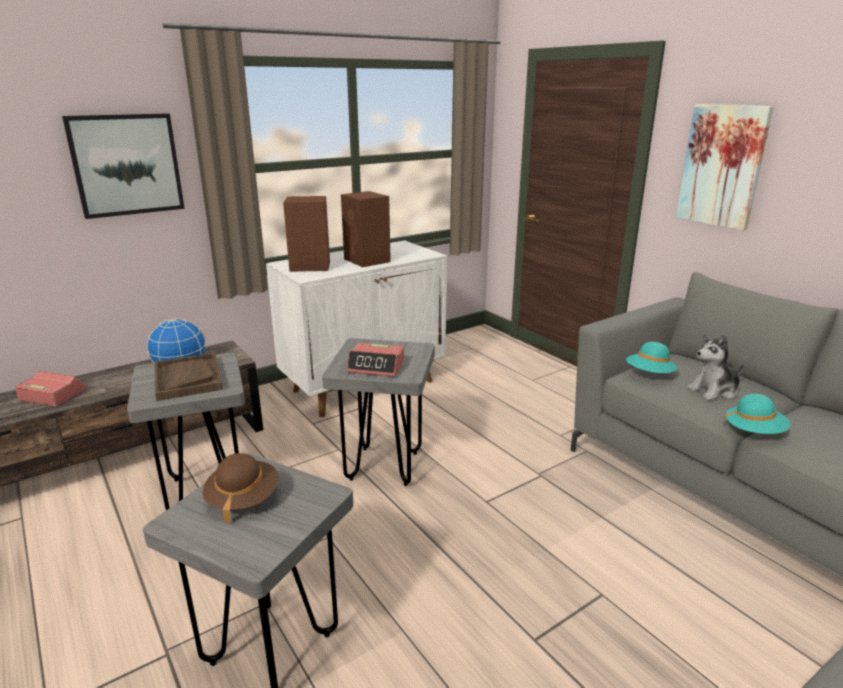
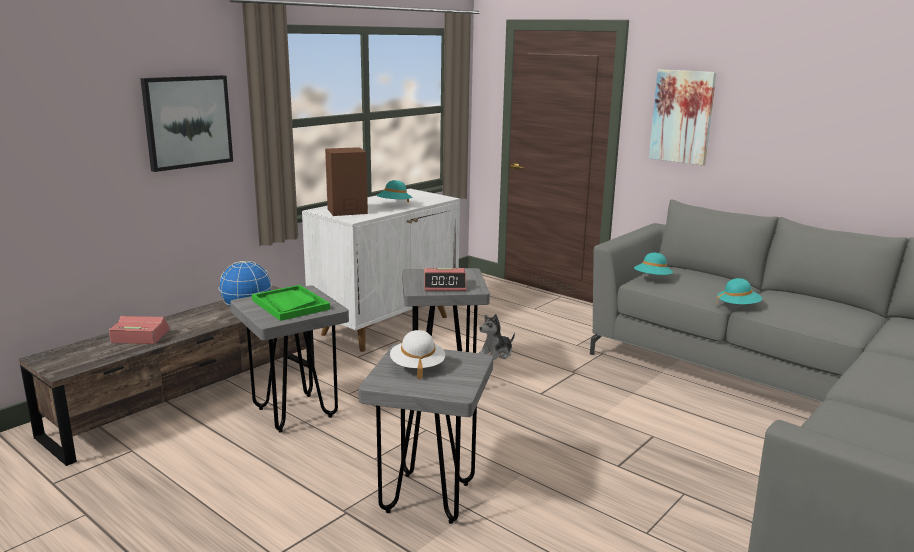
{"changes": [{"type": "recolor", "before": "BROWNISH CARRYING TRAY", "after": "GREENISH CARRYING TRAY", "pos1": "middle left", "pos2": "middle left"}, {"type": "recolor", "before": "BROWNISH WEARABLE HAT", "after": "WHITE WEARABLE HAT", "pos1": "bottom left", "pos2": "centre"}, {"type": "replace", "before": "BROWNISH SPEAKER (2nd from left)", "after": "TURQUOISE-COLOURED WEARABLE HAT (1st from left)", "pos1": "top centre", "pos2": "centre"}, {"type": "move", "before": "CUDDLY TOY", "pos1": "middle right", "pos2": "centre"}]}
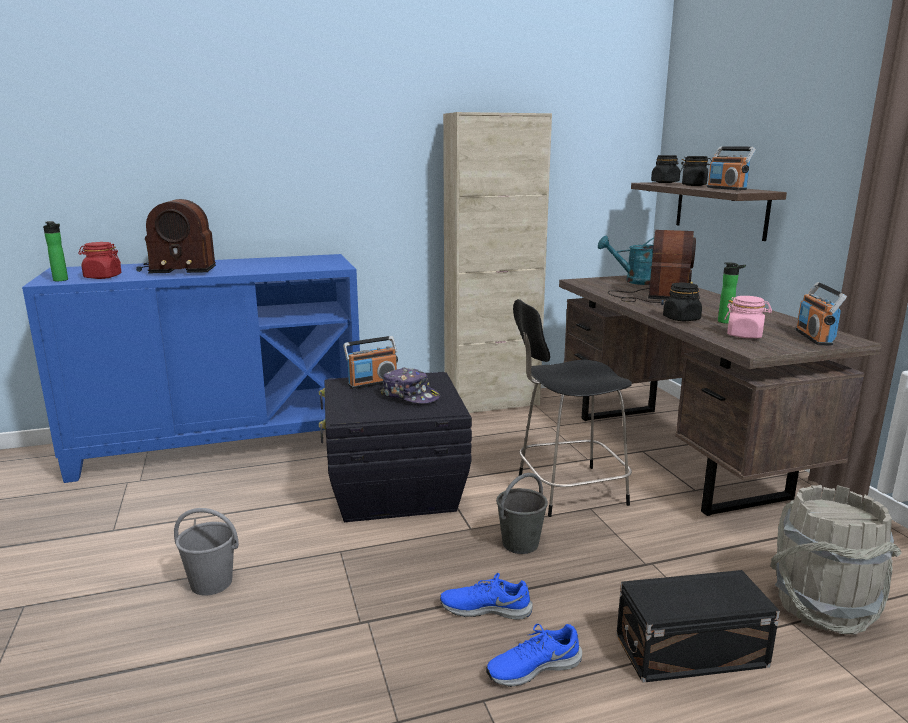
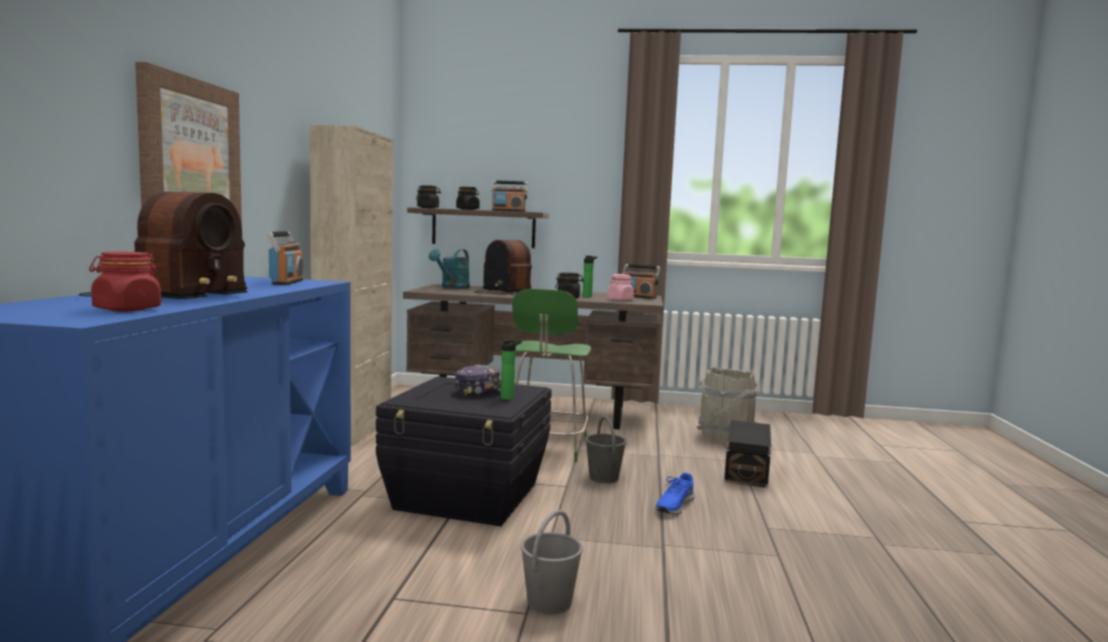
{"changes": [{"type": "move", "before": "DRINK BOTTLE (1st from left)", "pos1": "middle left", "pos2": "centre"}, {"type": "move", "before": "RADIO (2nd from left)", "pos1": "centre", "pos2": "middle left"}, {"type": "delete", "before": "BLUE LOW SHOE (2nd from left)", "pos1": "bottom centre"}, {"type": "recolor", "before": "BLACK CHAIR", "after": "GREENISH CHAIR", "pos1": "centre", "pos2": "centre"}, {"type": "insert", "after": "WALL ART", "pos2": "top left"}]}
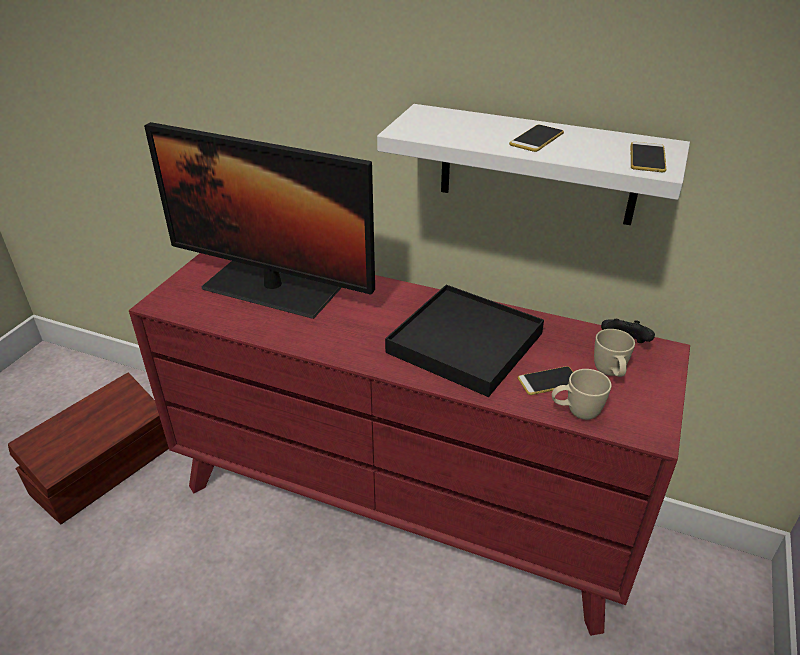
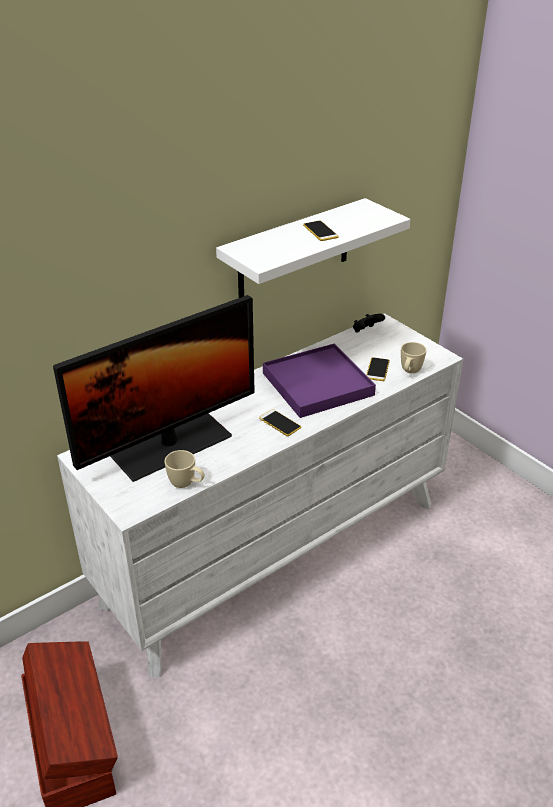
{"changes": [{"type": "recolor", "before": "RED DRESSER", "after": "WHITE DRESSER", "pos1": "bottom centre", "pos2": "centre"}, {"type": "recolor", "before": "BLACK CARRYING TRAY", "after": "PURPLE CARRYING TRAY", "pos1": "centre", "pos2": "centre"}, {"type": "move", "before": "BEIGE-COLOURED COFFEE MUG (2nd from left in the first image)", "after": "BEIGE-COLOURED COFFEE MUG (1st from left)", "pos1": "middle right", "pos2": "middle left"}, {"type": "move", "before": "TELEPHONE (3rd from left in the first image)", "after": "TELEPHONE (1st from left)", "pos1": "top right", "pos2": "centre"}]}
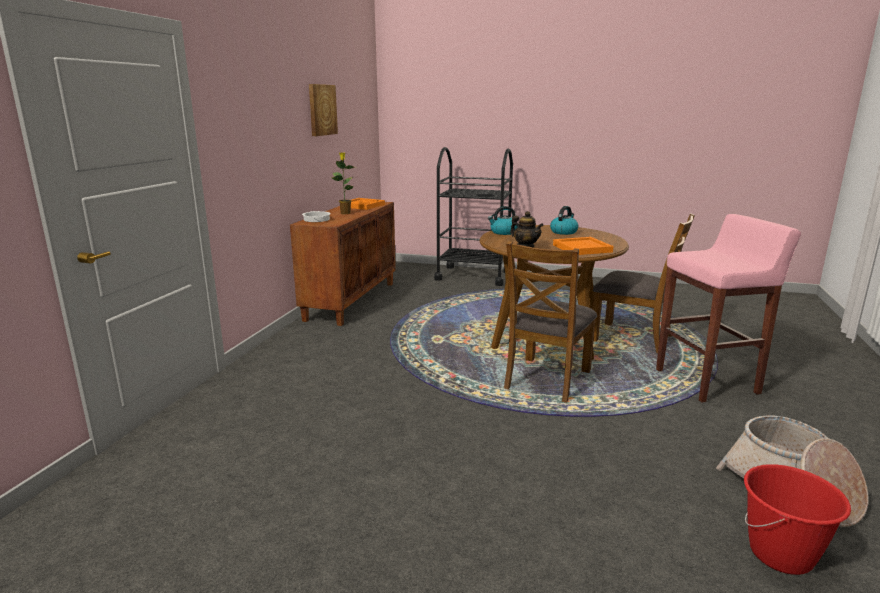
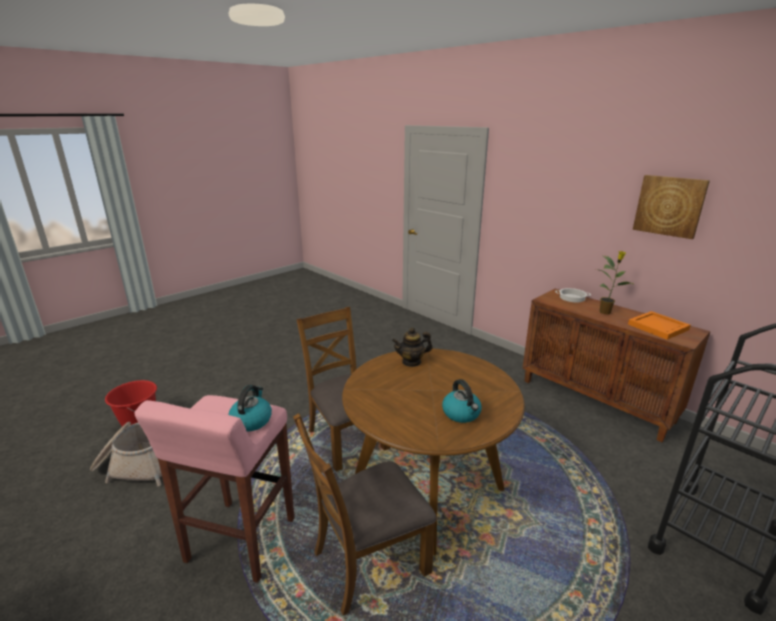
{"changes": [{"type": "move", "before": "TEA KETTLE (1st from left)", "pos1": "centre", "pos2": "middle left"}, {"type": "delete", "before": "ORANGE CARRYING TRAY (2nd from left)", "pos1": "centre"}]}
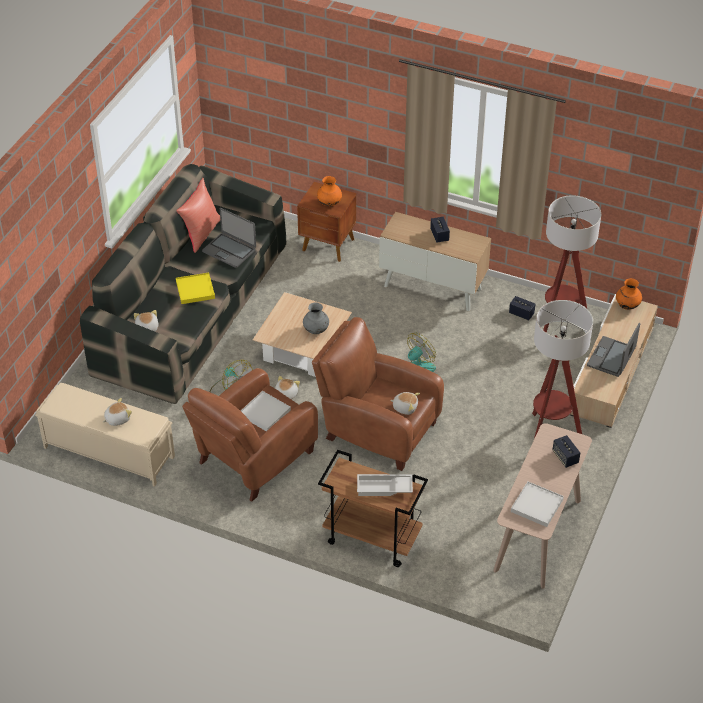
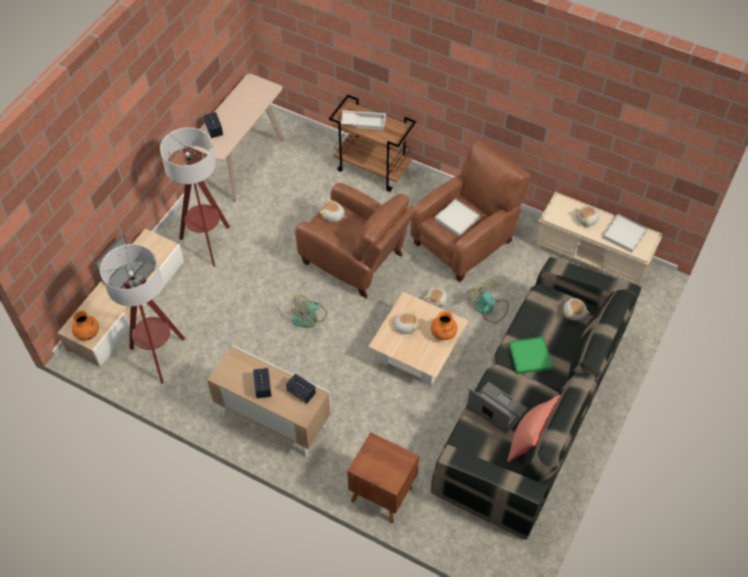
{"changes": [{"type": "recolor", "before": "YELLOW-COLOURED CARRYING TRAY", "after": "GREENISH CARRYING TRAY", "pos1": "middle left", "pos2": "middle right"}, {"type": "replace", "before": "GRAY DECORATIVE VASE", "after": "CUDDLY TOY (2nd from left)", "pos1": "centre", "pos2": "centre"}, {"type": "move", "before": "ORANGE DECORATIVE VASE (1st from left in the first image)", "after": "ORANGE DECORATIVE VASE (2nd from left)", "pos1": "top centre", "pos2": "centre"}, {"type": "move", "before": "SPEAKER (2nd from left in the first image)", "after": "SPEAKER (3rd from left)", "pos1": "middle right", "pos2": "bottom centre"}, {"type": "move", "before": "WHITE CARRYING TRAY (3rd from left)", "pos1": "bottom right", "pos2": "middle right"}]}
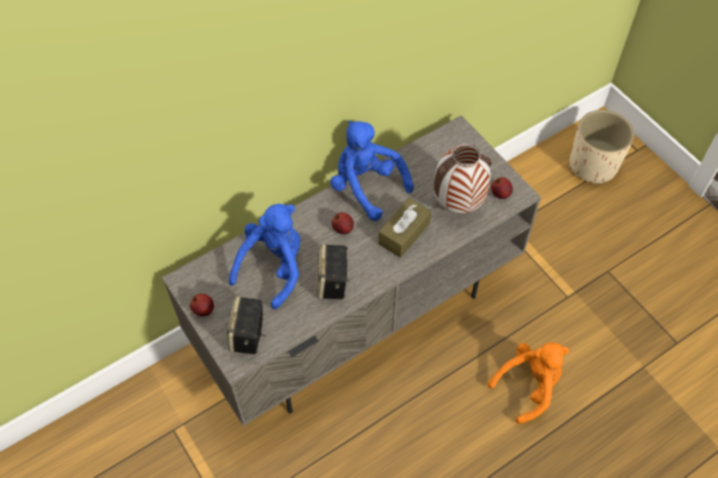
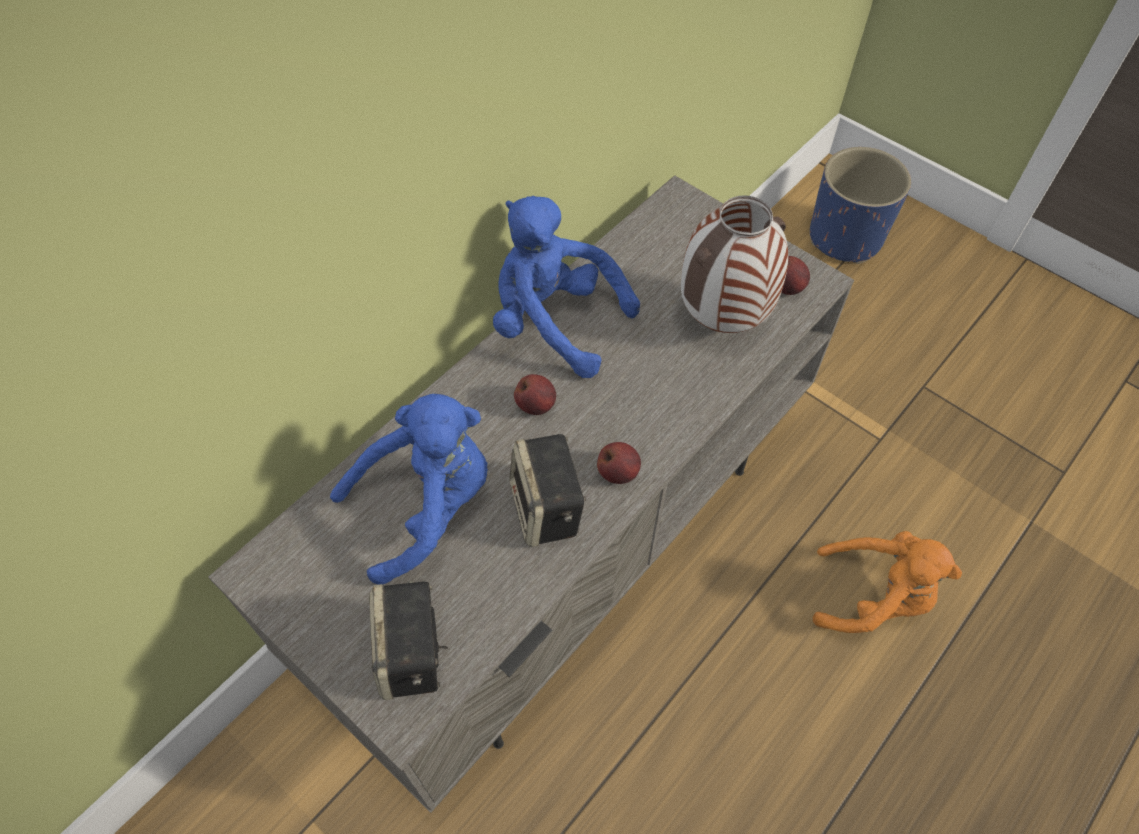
{"changes": [{"type": "move", "before": "APPLE (1st from left in the first image)", "after": "APPLE (2nd from left)", "pos1": "middle left", "pos2": "centre"}, {"type": "rotate", "before": "BLUE CUDDLY TOY (1st from left)", "pos1": "centre", "pos2": "centre", "turn": 45}, {"type": "delete", "before": "BROWNISH BOX OF TISSUES", "pos1": "centre"}, {"type": "rotate", "before": "ORANGE CUDDLY TOY", "pos1": "bottom right", "pos2": "bottom right", "turn": 60}, {"type": "recolor", "before": "BEIGE-COLOURED FLOWER POT", "after": "BLUE FLOWER POT", "pos1": "top right", "pos2": "top right"}]}
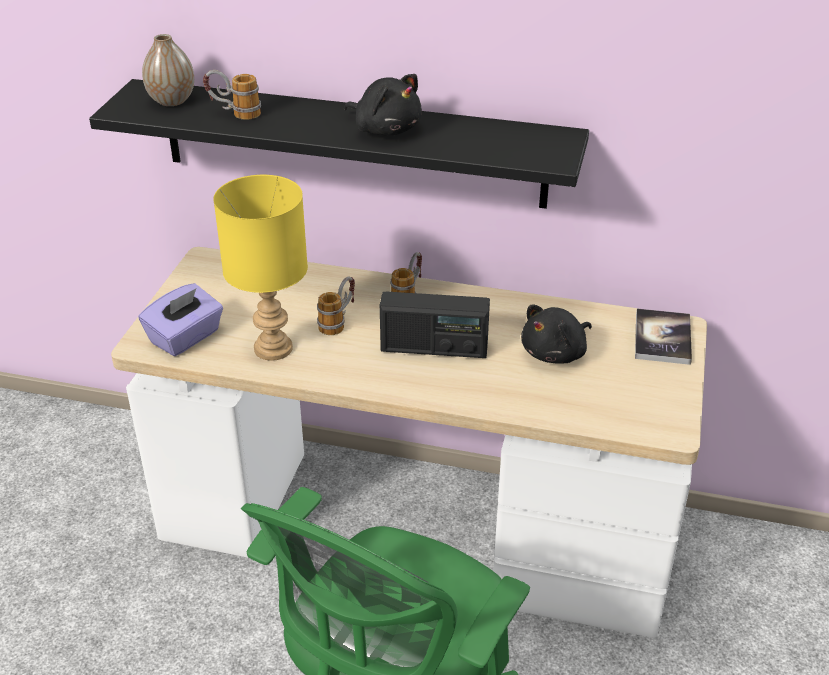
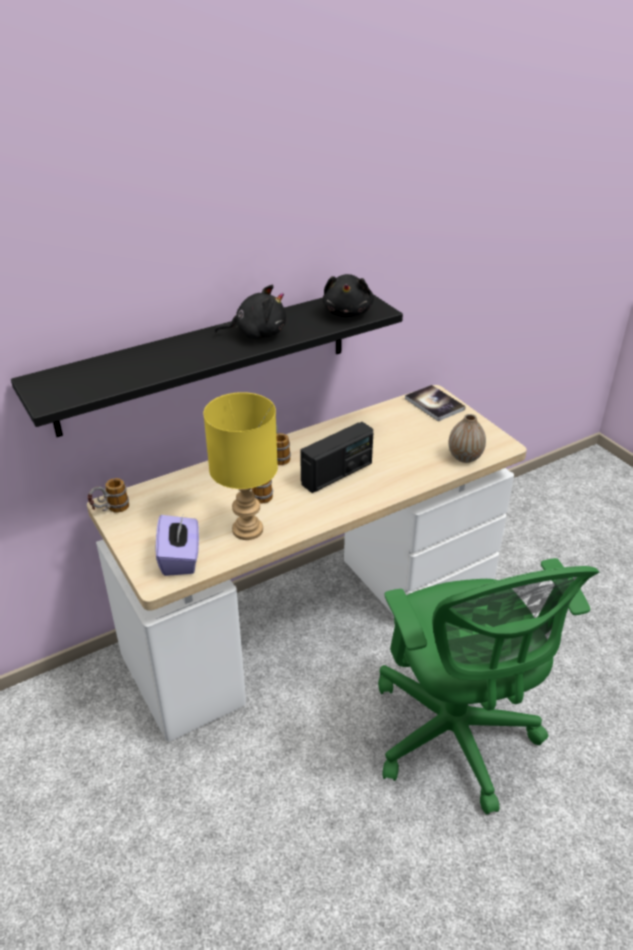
{"changes": [{"type": "move", "before": "DECORATIVE VASE", "pos1": "top left", "pos2": "middle right"}, {"type": "move", "before": "COFFEE MUG (1st from left)", "pos1": "top left", "pos2": "middle left"}, {"type": "move", "before": "BLACK CUDDLY TOY (2nd from left)", "pos1": "middle right", "pos2": "top centre"}]}
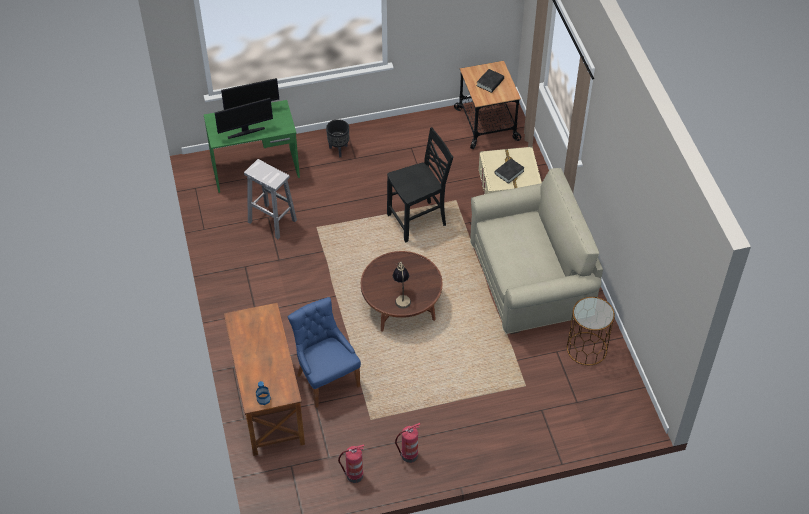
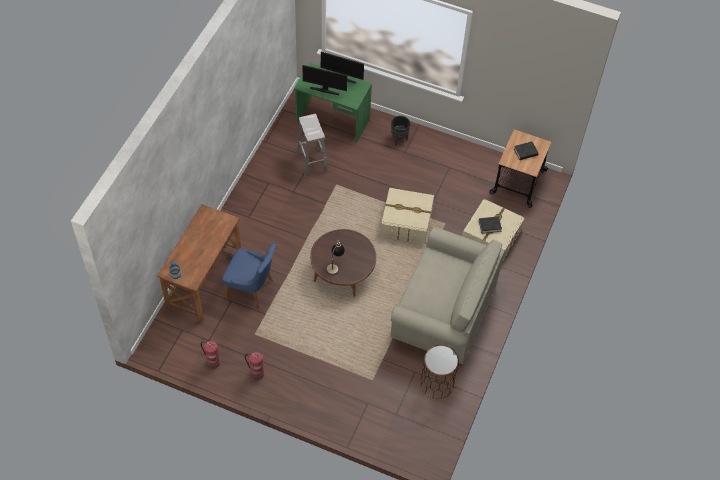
{"changes": [{"type": "rotate", "before": "BLUE CHAIR", "pos1": "bottom centre", "pos2": "centre", "turn": 105}, {"type": "replace", "before": "BLACK CHAIR", "after": "BEIGE-COLOURED STORAGE BIN (1st from left)", "pos1": "centre", "pos2": "centre"}]}
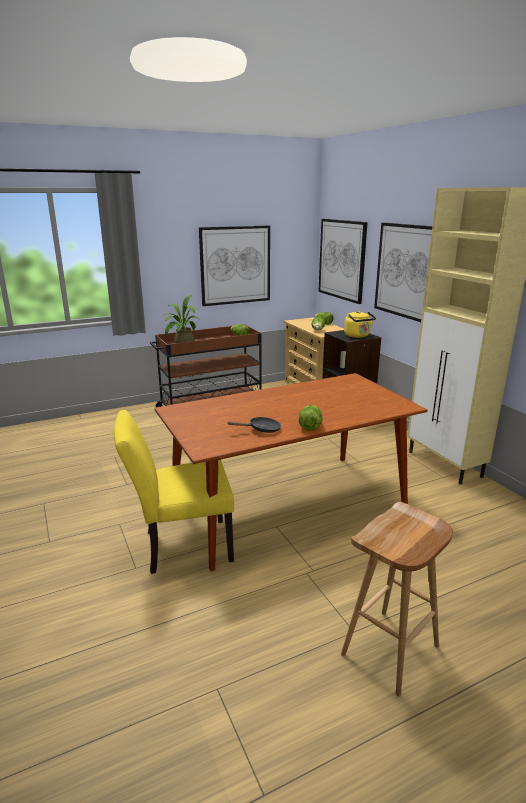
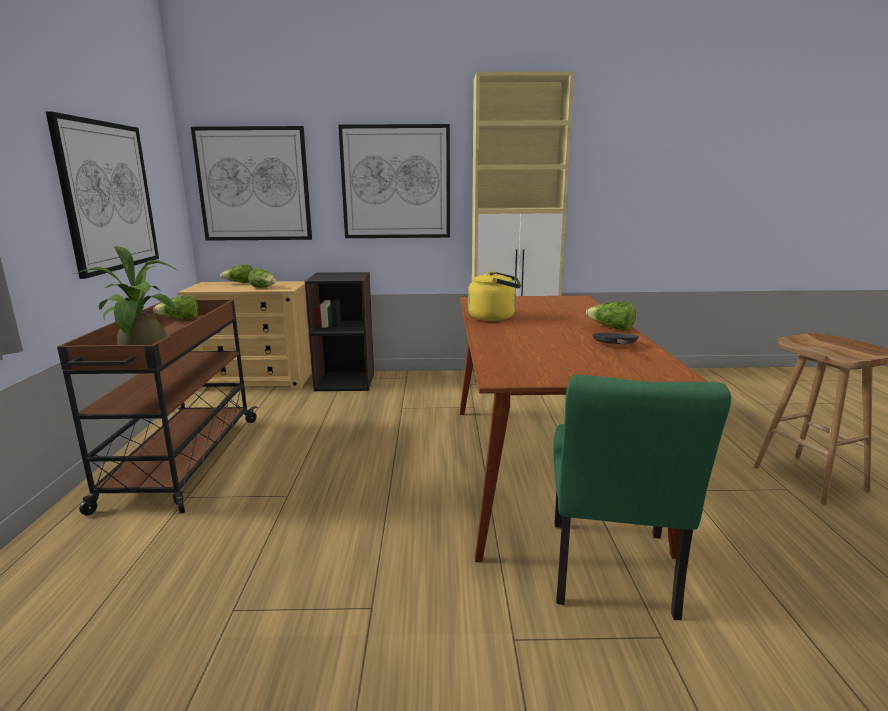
{"changes": [{"type": "recolor", "before": "YELLOW-COLOURED CHAIR", "after": "GREENISH CHAIR", "pos1": "middle left", "pos2": "bottom right"}, {"type": "move", "before": "YELLOW-COLOURED TEA KETTLE", "pos1": "middle right", "pos2": "centre"}]}
